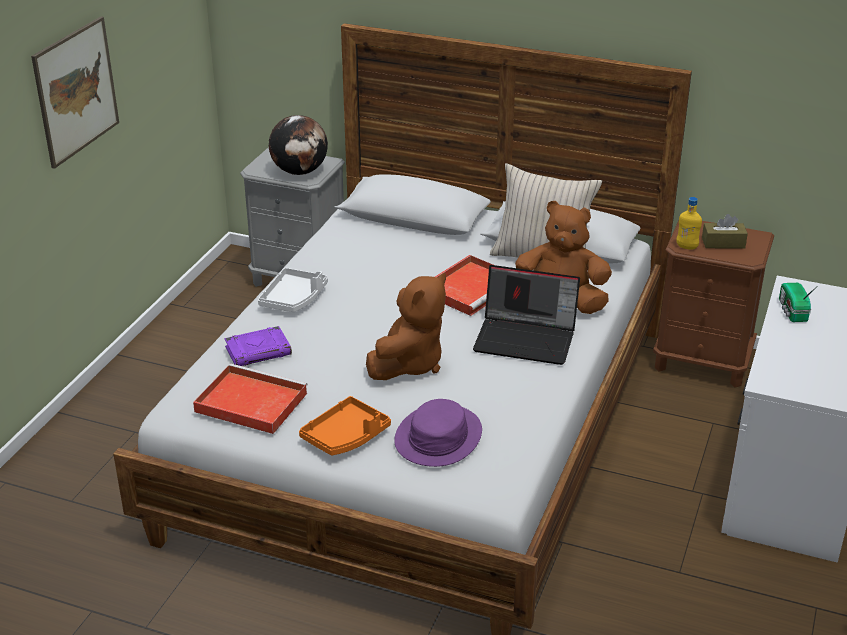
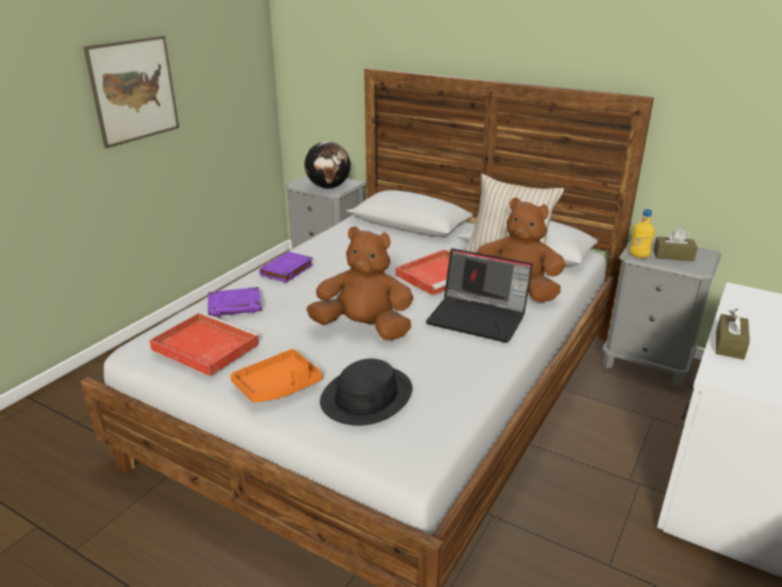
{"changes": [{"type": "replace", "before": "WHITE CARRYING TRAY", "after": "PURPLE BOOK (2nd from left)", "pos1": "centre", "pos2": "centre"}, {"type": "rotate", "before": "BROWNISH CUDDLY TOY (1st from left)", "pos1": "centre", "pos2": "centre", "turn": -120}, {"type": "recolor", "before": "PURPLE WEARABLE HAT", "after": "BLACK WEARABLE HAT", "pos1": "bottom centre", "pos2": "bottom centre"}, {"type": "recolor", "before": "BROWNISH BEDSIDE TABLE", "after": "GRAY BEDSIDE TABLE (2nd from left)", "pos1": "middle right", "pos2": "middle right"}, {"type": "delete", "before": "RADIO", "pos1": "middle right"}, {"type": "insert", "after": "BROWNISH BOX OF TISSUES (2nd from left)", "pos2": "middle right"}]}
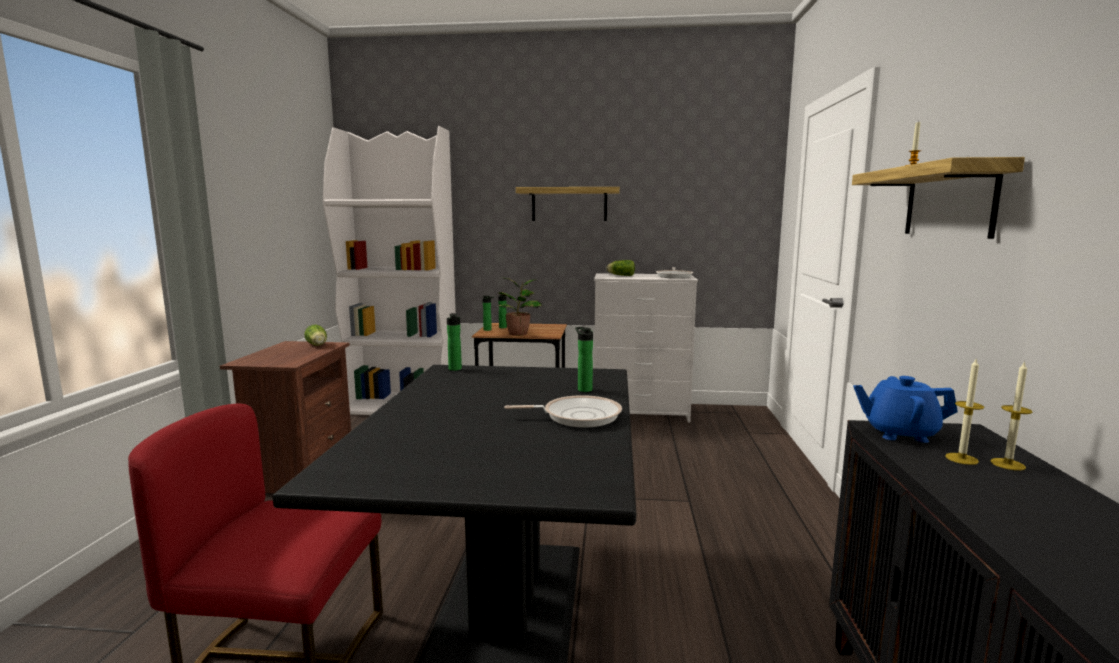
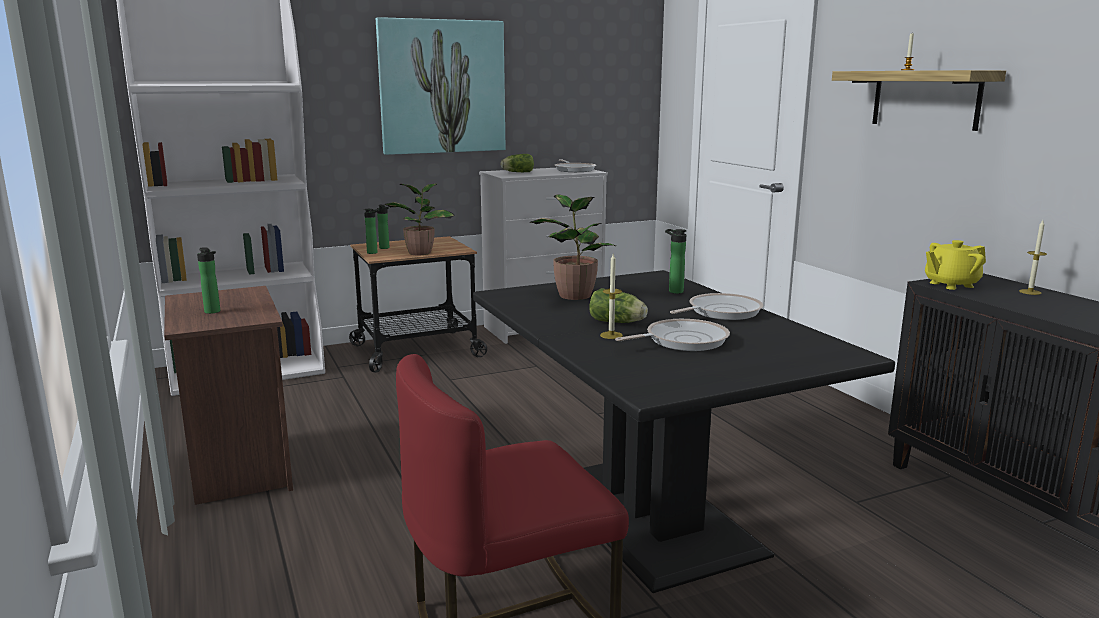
{"changes": [{"type": "move", "before": "LETTUCE (1st from left in the first image)", "after": "LETTUCE (2nd from left)", "pos1": "middle left", "pos2": "centre"}, {"type": "move", "before": "DRINK BOTTLE (1st from left)", "pos1": "centre", "pos2": "middle left"}, {"type": "replace", "before": "SHELF (1st from left)", "after": "WALL ART", "pos1": "top centre", "pos2": "top centre"}, {"type": "recolor", "before": "BLUE TEAPOT", "after": "YELLOW-COLOURED TEAPOT", "pos1": "middle right", "pos2": "middle right"}, {"type": "move", "before": "WAX LIGHT (2nd from left in the first image)", "after": "WAX LIGHT (1st from left)", "pos1": "middle right", "pos2": "centre"}, {"type": "insert", "after": "POTTED PLANT (2nd from left)", "pos2": "centre"}, {"type": "insert", "after": "PAN (2nd from left)", "pos2": "centre"}]}
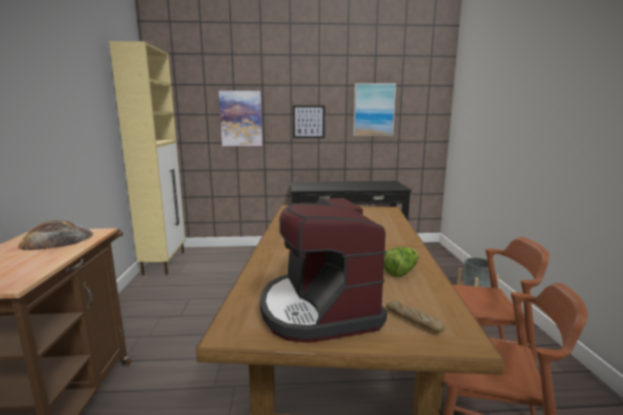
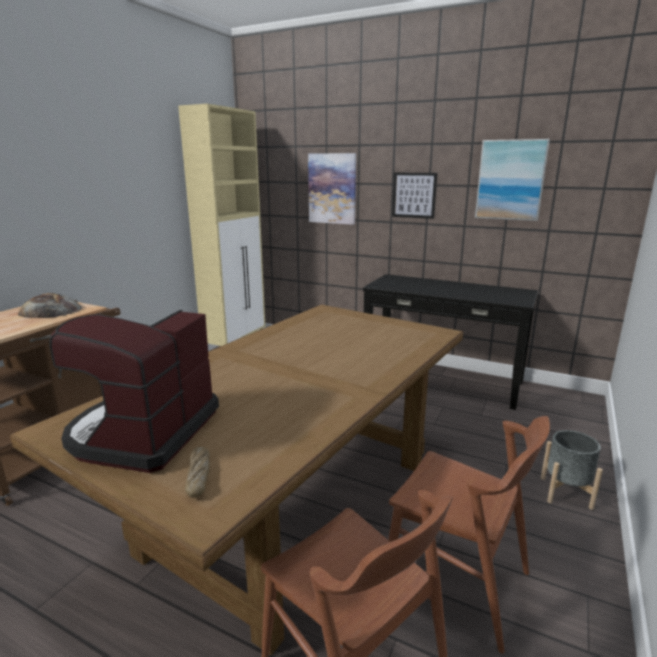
{"changes": [{"type": "delete", "before": "LETTUCE", "pos1": "centre"}]}
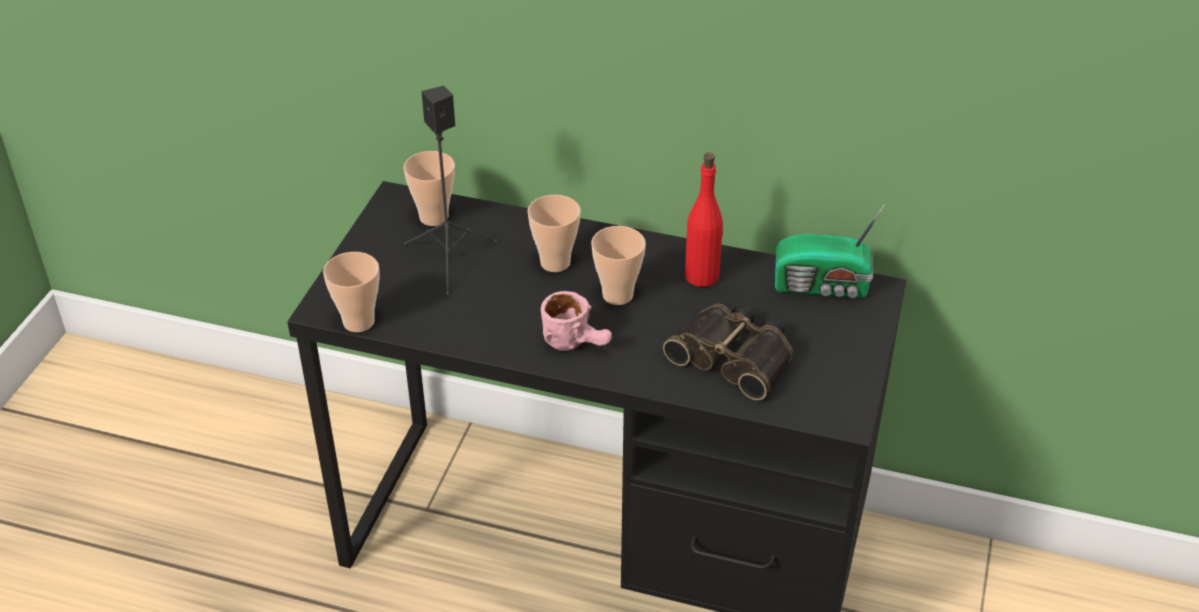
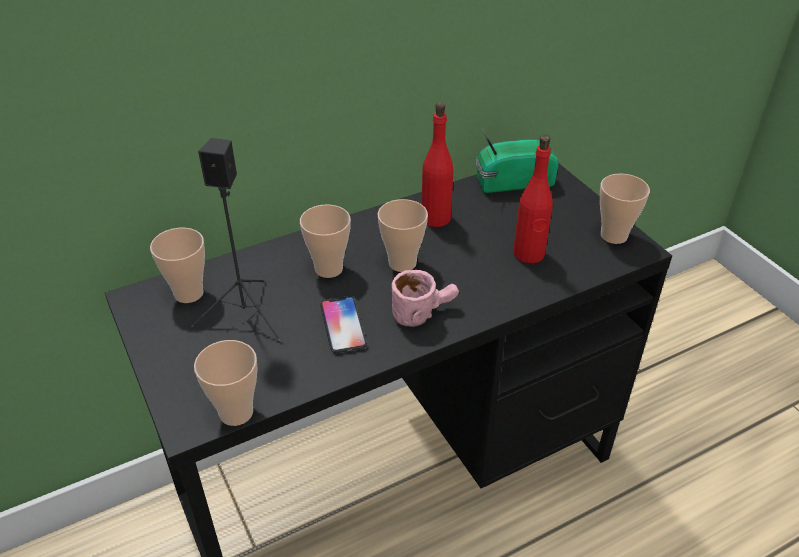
{"changes": [{"type": "replace", "before": "PAIR OF BINOCULARS", "after": "RED DRINK BOTTLE (2nd from left)", "pos1": "centre", "pos2": "middle right"}, {"type": "rotate", "before": "RADIO", "pos1": "middle right", "pos2": "top centre", "turn": -150}, {"type": "insert", "after": "TELEPHONE", "pos2": "centre"}, {"type": "insert", "after": "CUP (5th from left)", "pos2": "middle right"}]}
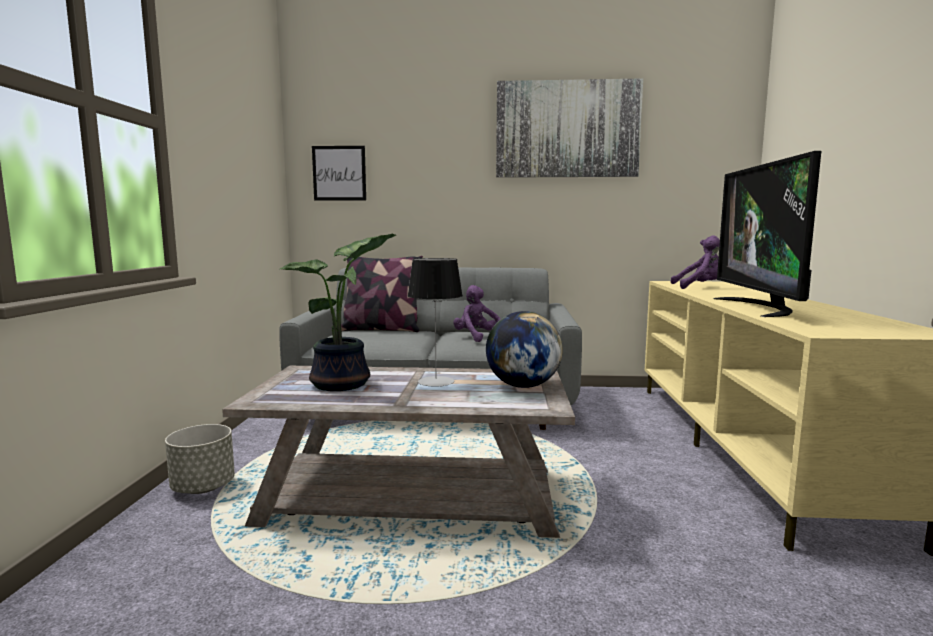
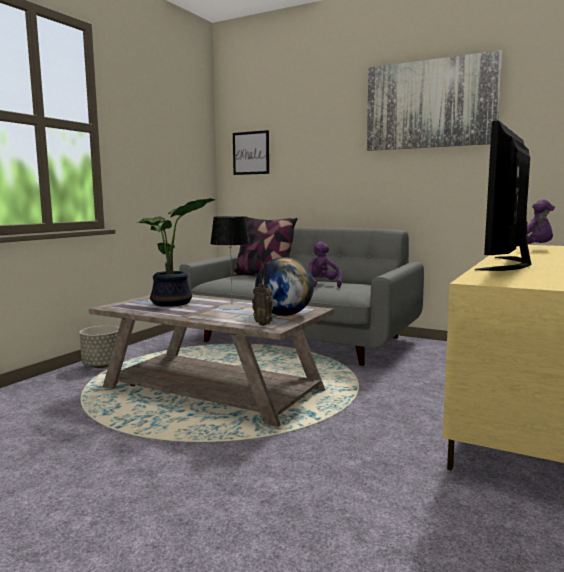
{"changes": [{"type": "insert", "after": "RADIO", "pos2": "centre"}]}
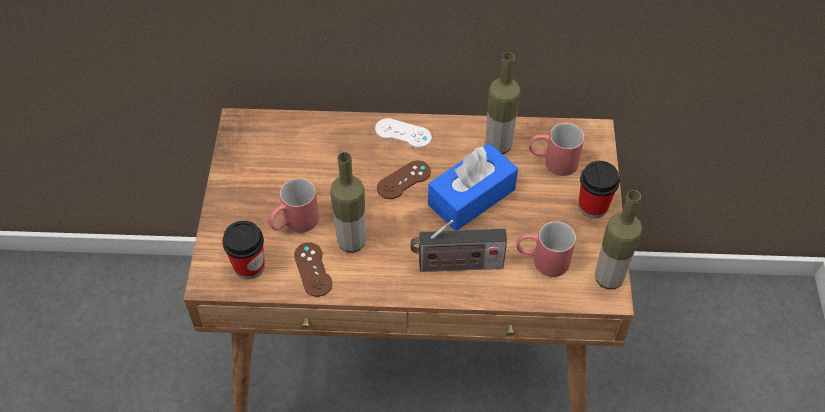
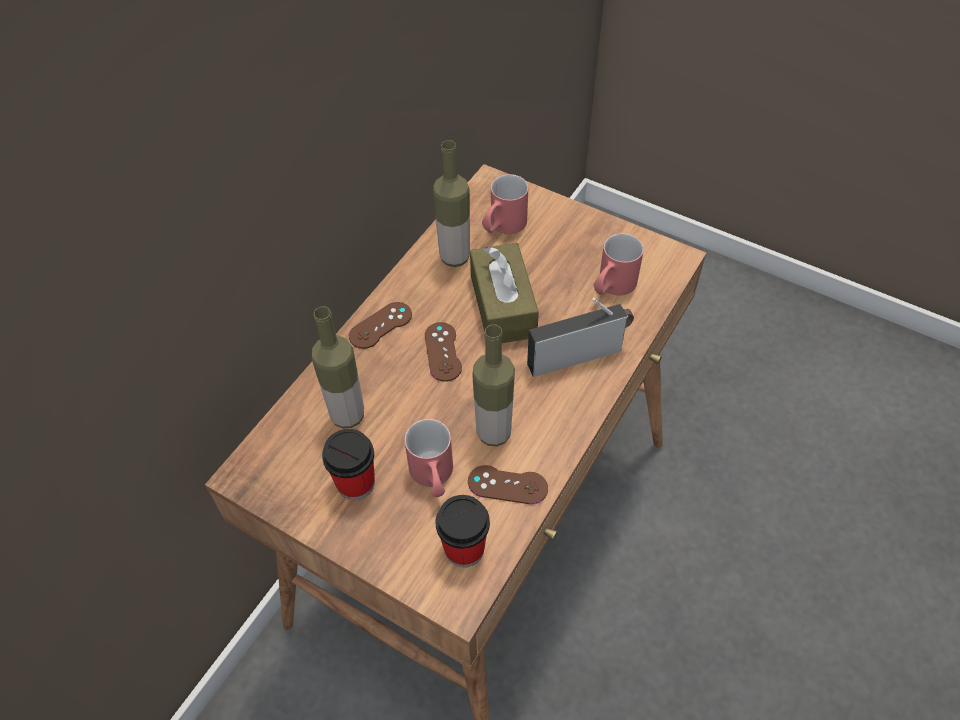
{"changes": [{"type": "recolor", "before": "WHITE GAME CONTROLLER", "after": "BROWNISH GAME CONTROLLER (1st from left)", "pos1": "top centre", "pos2": "centre"}, {"type": "rotate", "before": "RADIO", "pos1": "centre", "pos2": "centre", "turn": -135}, {"type": "recolor", "before": "BLUE BOX OF TISSUES", "after": "BROWNISH BOX OF TISSUES", "pos1": "centre", "pos2": "centre"}, {"type": "move", "before": "CUP (2nd from left in the first image)", "after": "CUP (1st from left)", "pos1": "middle right", "pos2": "centre"}, {"type": "move", "before": "DRINK BOTTLE (3rd from left in the first image)", "after": "DRINK BOTTLE (1st from left)", "pos1": "middle right", "pos2": "centre"}]}
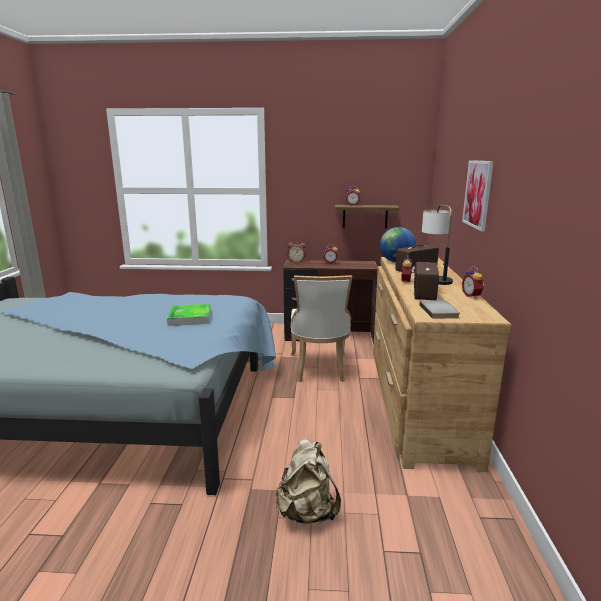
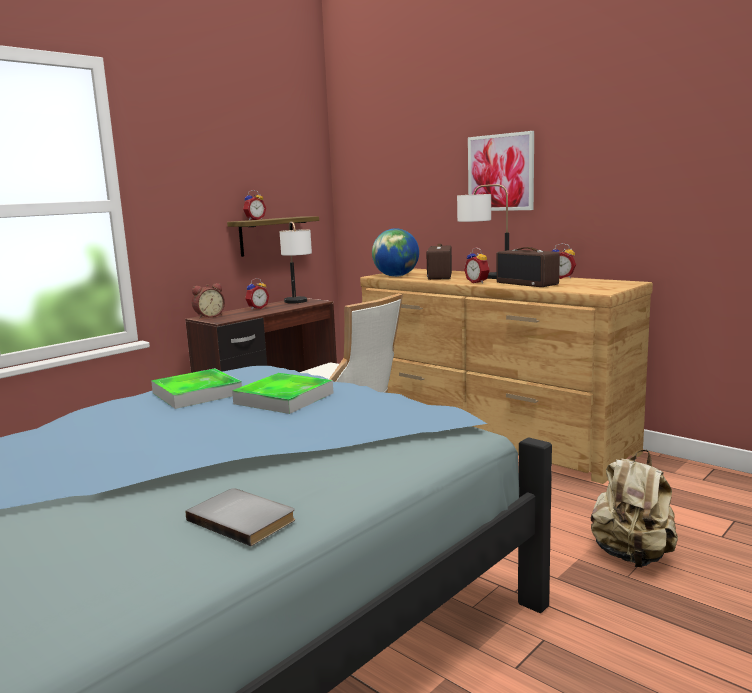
{"changes": [{"type": "move", "before": "GRAY BOOK", "pos1": "middle right", "pos2": "bottom left"}, {"type": "insert", "after": "CARRYING TRAY (1st from left)", "pos2": "middle left"}, {"type": "insert", "after": "TABLE LAMP (1st from left)", "pos2": "centre"}]}
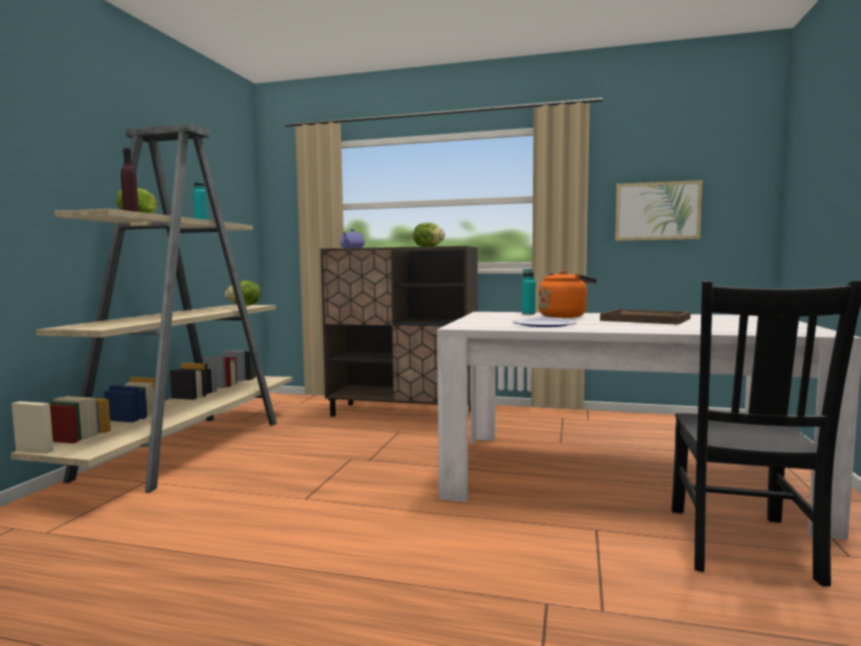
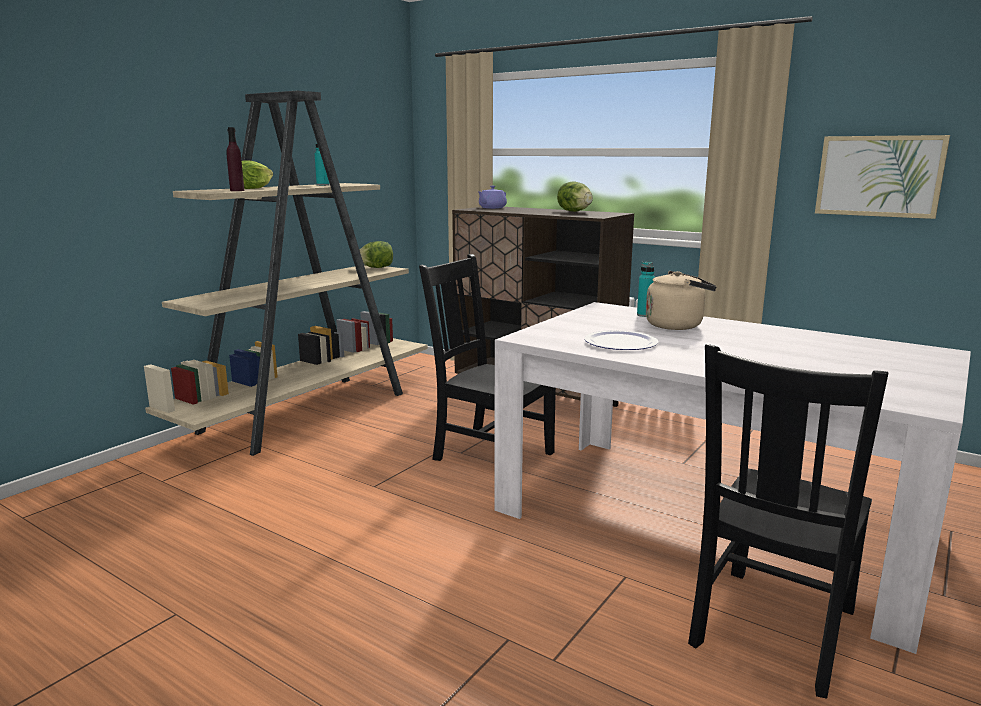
{"changes": [{"type": "recolor", "before": "ORANGE TEA KETTLE", "after": "BEIGE-COLOURED TEA KETTLE", "pos1": "centre", "pos2": "middle right"}, {"type": "delete", "before": "BROWNISH CARRYING TRAY", "pos1": "middle right"}, {"type": "insert", "after": "BLACK CHAIR (1st from left)", "pos2": "centre"}]}
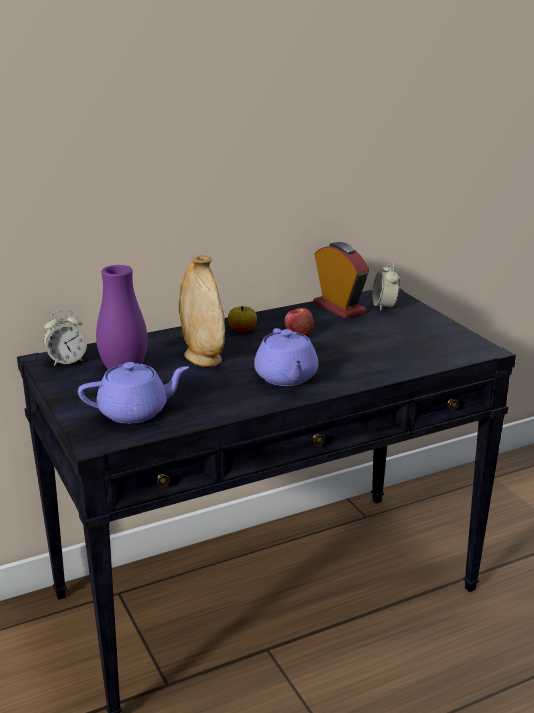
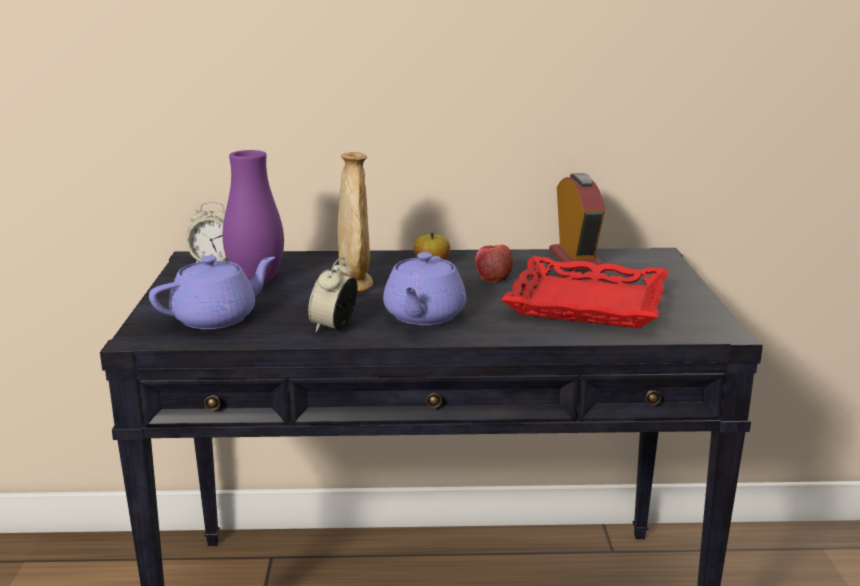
{"changes": [{"type": "rotate", "before": "PURPLE TEAPOT (1st from left)", "pos1": "middle left", "pos2": "middle left", "turn": -45}, {"type": "move", "before": "ALARM CLOCK (3rd from left in the first image)", "after": "ALARM CLOCK (2nd from left)", "pos1": "middle right", "pos2": "centre"}, {"type": "insert", "after": "RED CARRYING TRAY", "pos2": "middle right"}]}
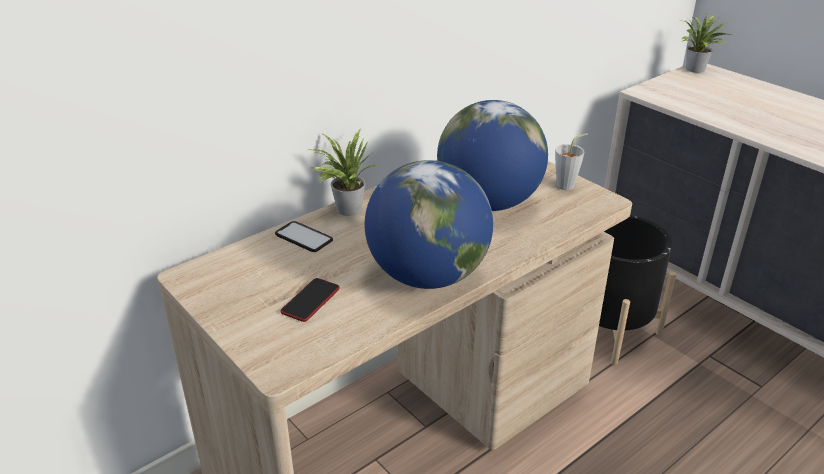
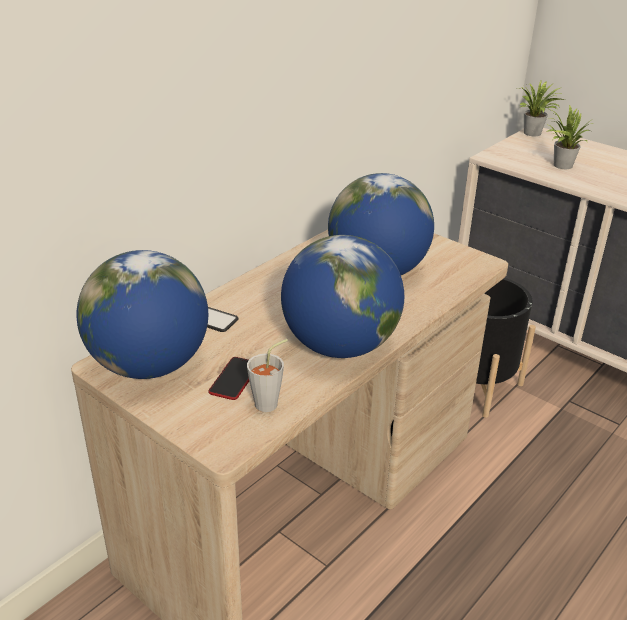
{"changes": [{"type": "move", "before": "POTTED PLANT (1st from left in the first image)", "after": "POTTED PLANT (2nd from left)", "pos1": "centre", "pos2": "top right"}, {"type": "move", "before": "GRAY CUP", "pos1": "middle right", "pos2": "centre"}, {"type": "insert", "after": "WORLD GLOBE (1st from left)", "pos2": "middle left"}]}
